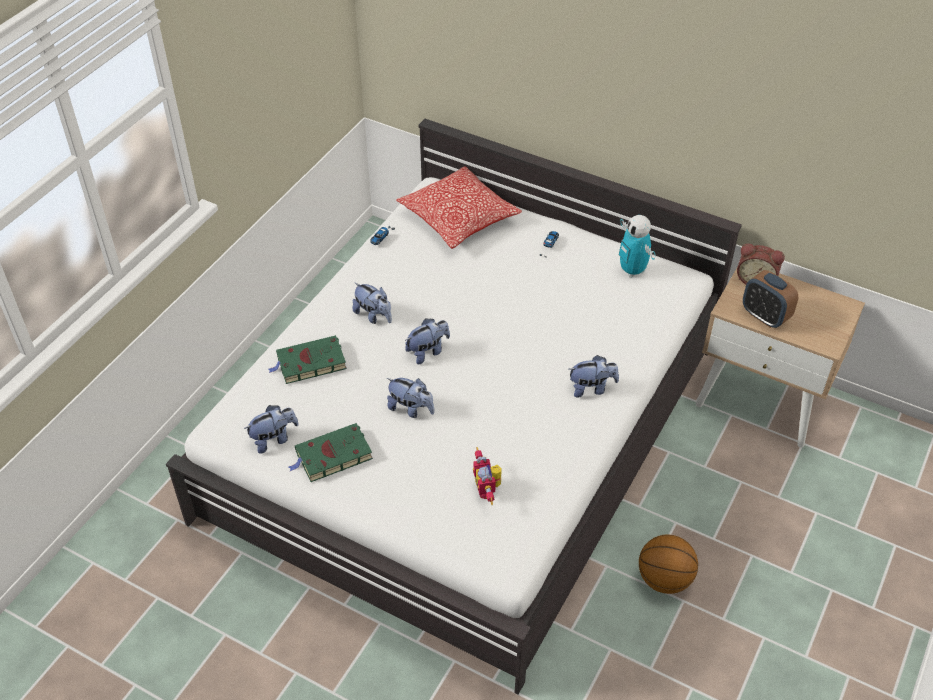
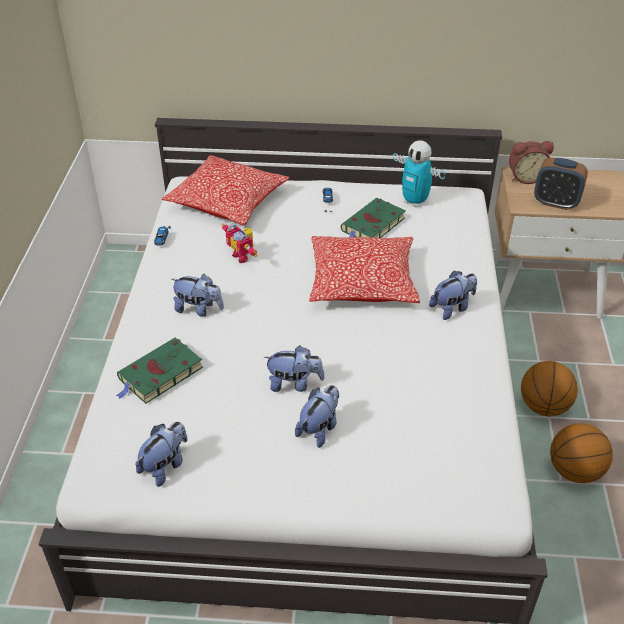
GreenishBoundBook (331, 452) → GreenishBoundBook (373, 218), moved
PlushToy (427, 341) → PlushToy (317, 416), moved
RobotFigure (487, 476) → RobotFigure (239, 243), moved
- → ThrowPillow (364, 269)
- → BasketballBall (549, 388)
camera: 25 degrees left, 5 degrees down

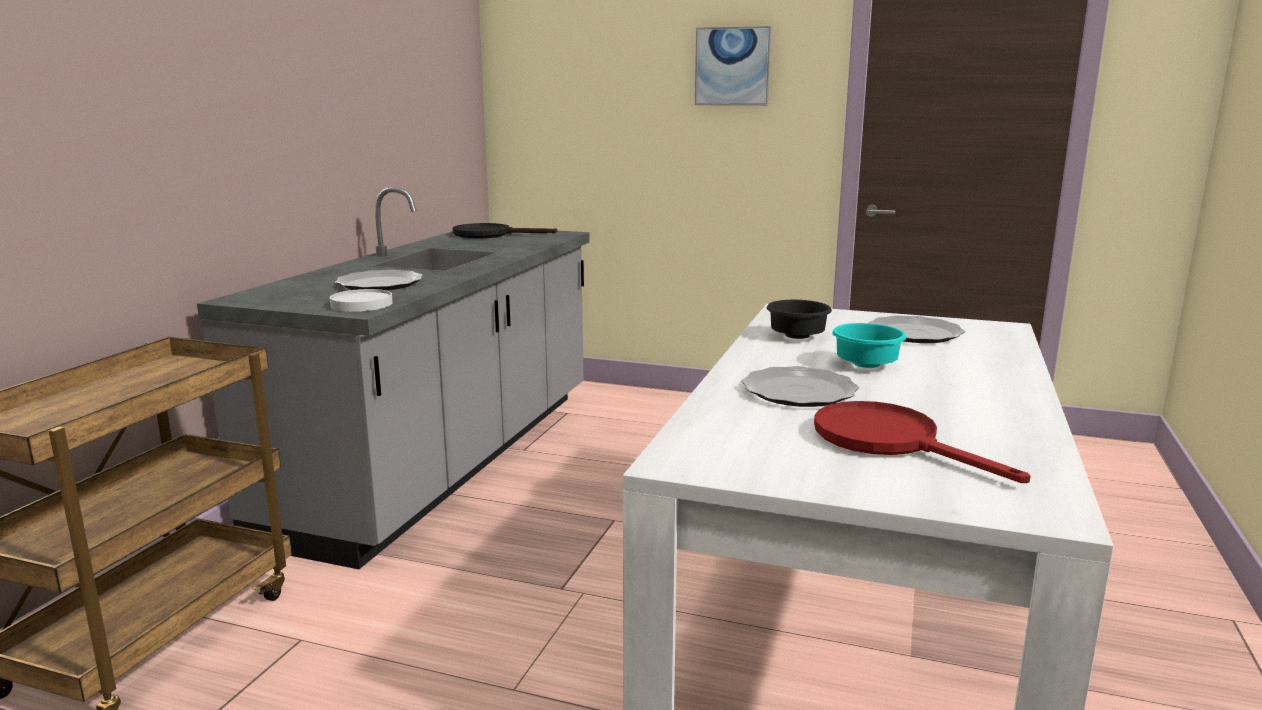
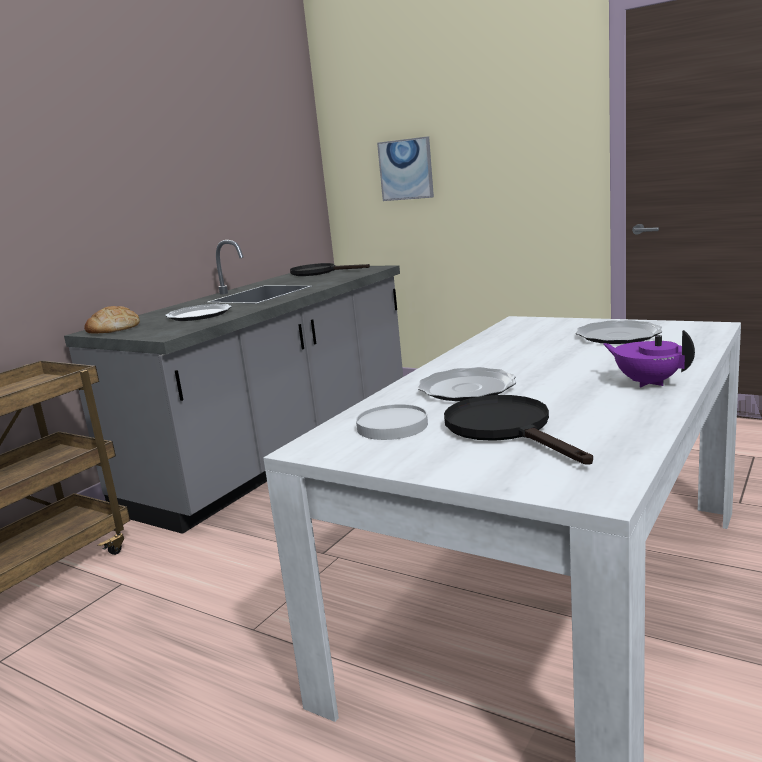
WhitePlate (361, 300) → WhitePlate (392, 422), moved
WallArt (733, 66) → WallArt (405, 168), moved
BlackDeepDish (799, 319) → -
RedSkillet (922, 442) → BlackSkillet (518, 430)
TurquoiseDeepDish (869, 345) → -
- → Bread (112, 319)
- → PurpleColouredTeaPot (649, 358)
camera: 15 degrees right, 0 degrees up

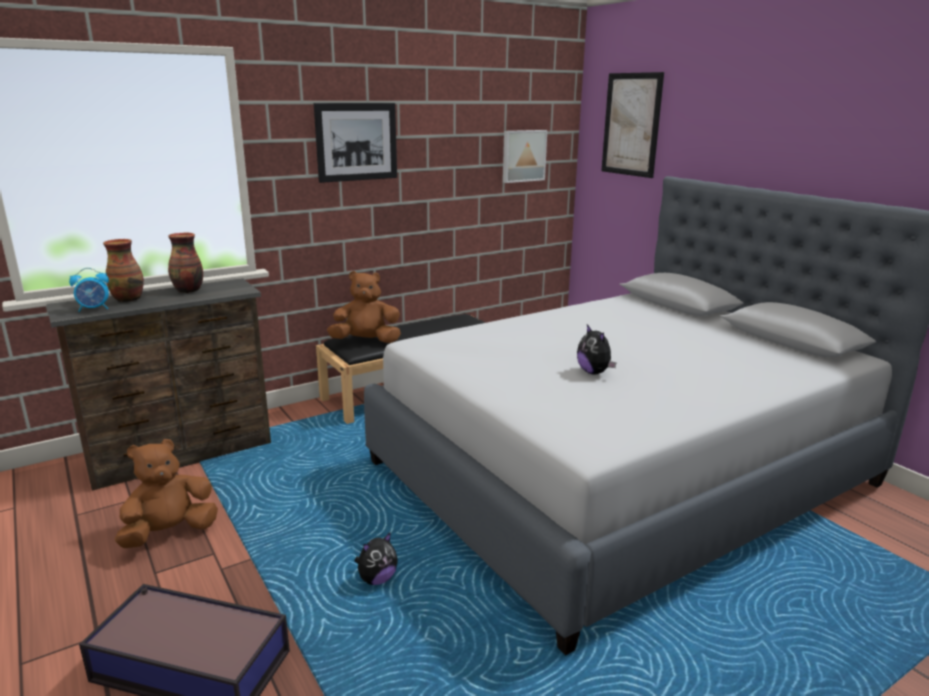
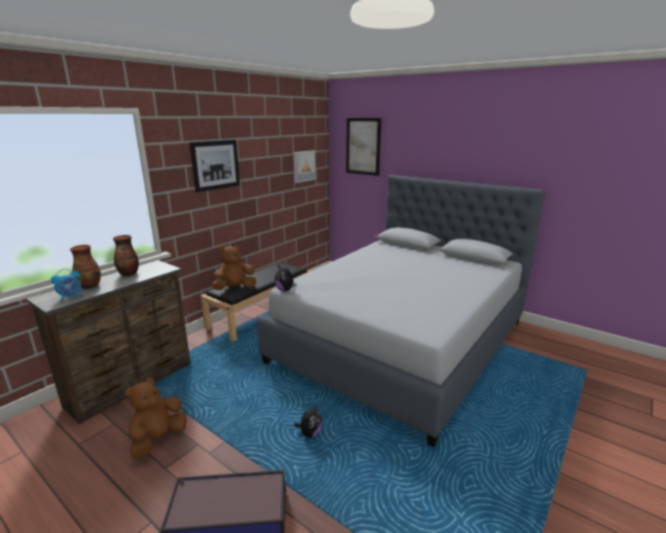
PlushToy (596, 349) → PlushToy (285, 278), moved
camera: 20 degrees left, 0 degrees up

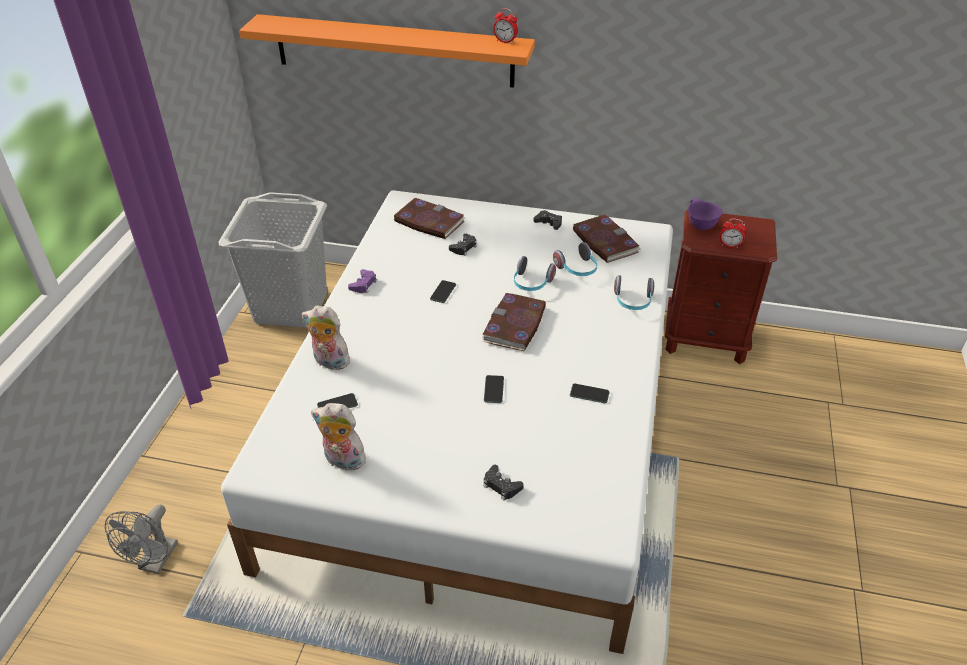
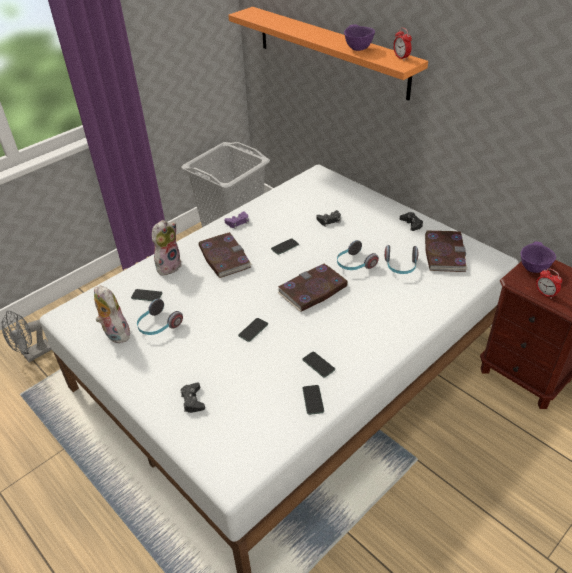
PlushToy (327, 337) → PlushToy (166, 247), 75 degrees clockwise
BoundBook (429, 218) → BoundBook (225, 255), moved
Headset (634, 292) → Headset (160, 317), moved
- → Telephone (313, 400)
- → PurpleColouredDeepDish (359, 37)
camera: 35 degrees right, 0 degrees up

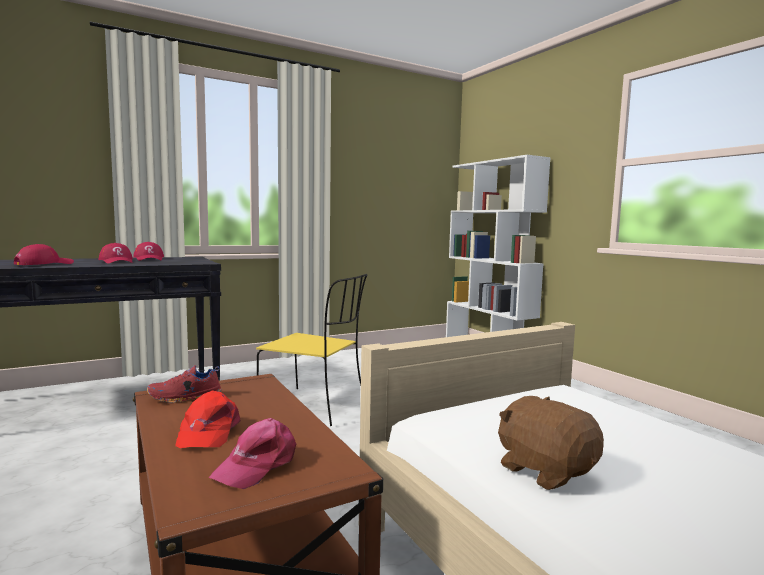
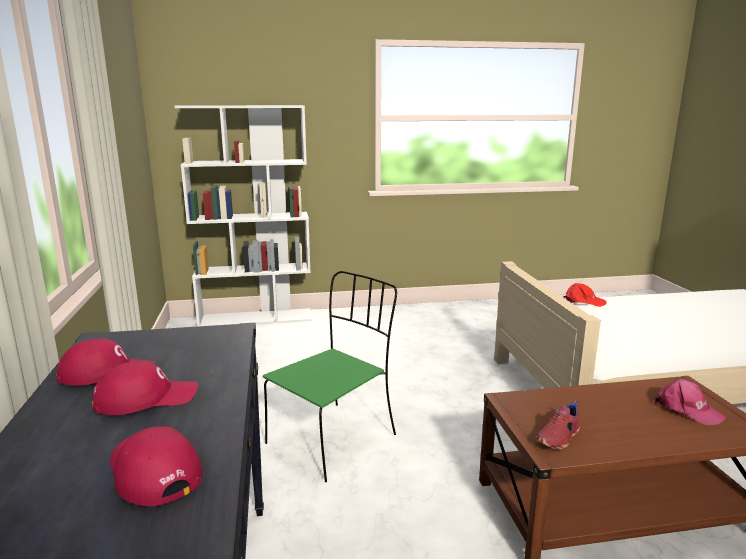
RedShoe (184, 384) → RedShoe (558, 424), 45 degrees clockwise
RedPeakedCap (208, 419) → RedPeakedCap (585, 295), moved
YellowishUprightChair (311, 350) → GreenishUprightChair (330, 376)
BrownPlushToy (551, 443) → -
camera: 70 degrees left, 10 degrees up

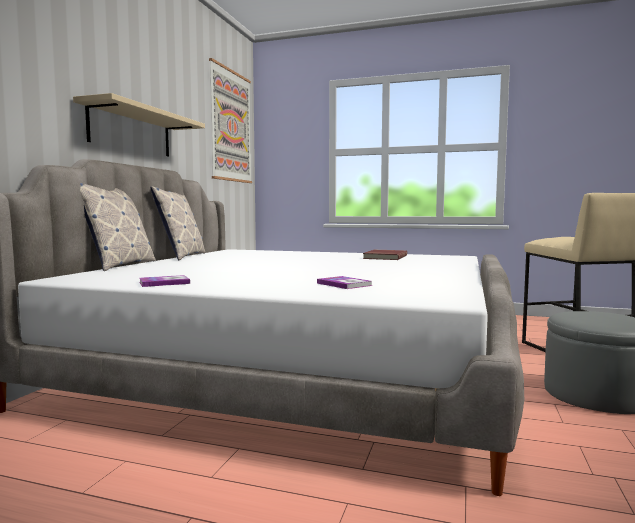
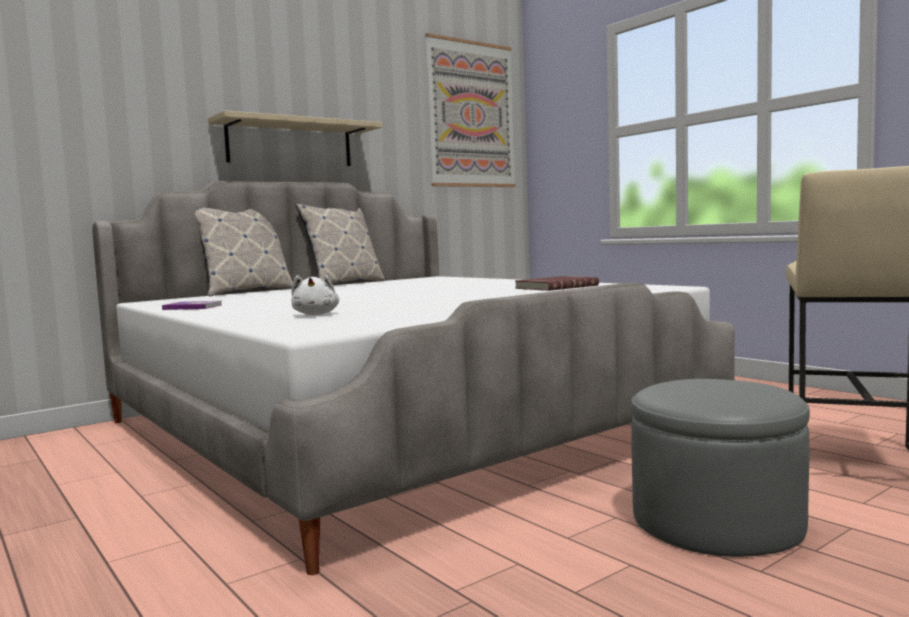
BoundBook (344, 282) → WhitePlushToy (315, 295)
camera: 35 degrees right, 0 degrees up

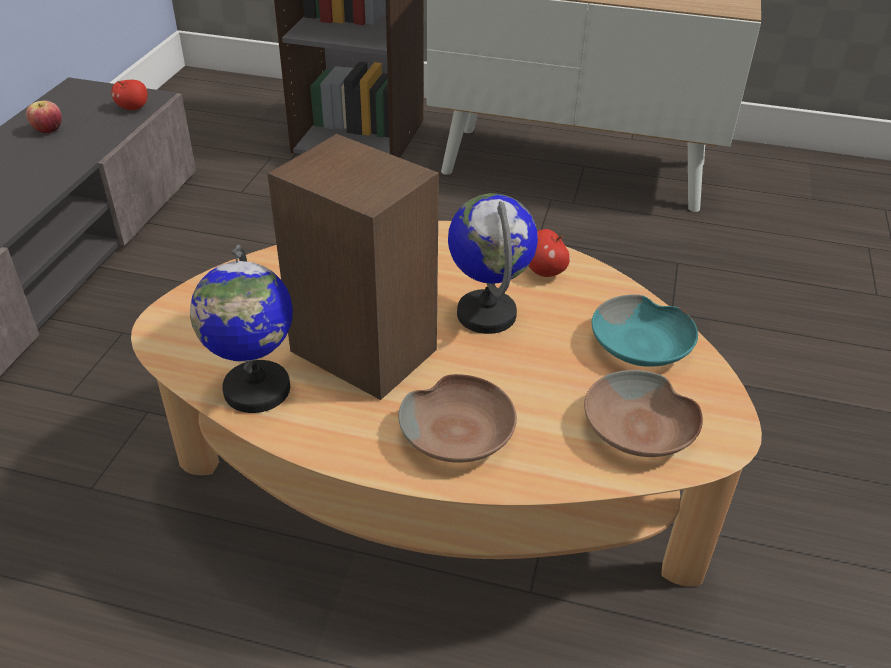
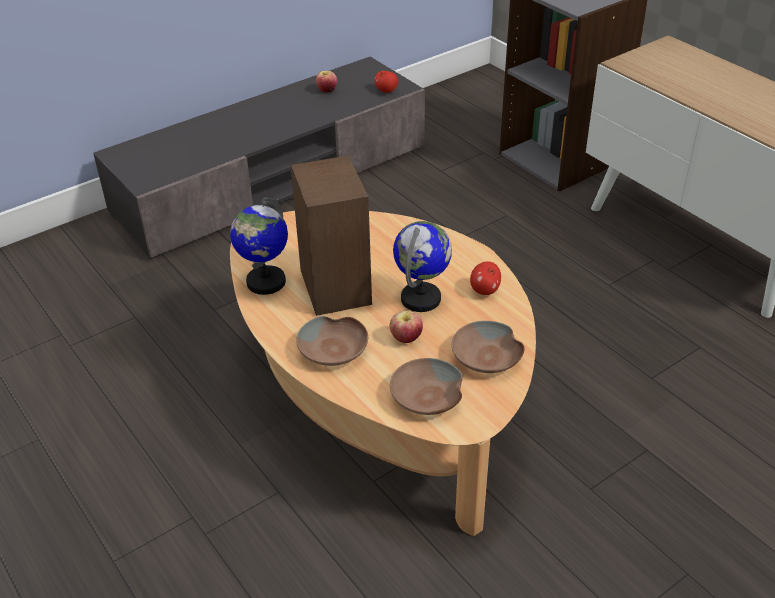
TurquoiseDeepDish (645, 330) → BrownDeepDish (488, 347)
- → WholeApple (406, 326)
camera: 40 degrees right, 0 degrees up

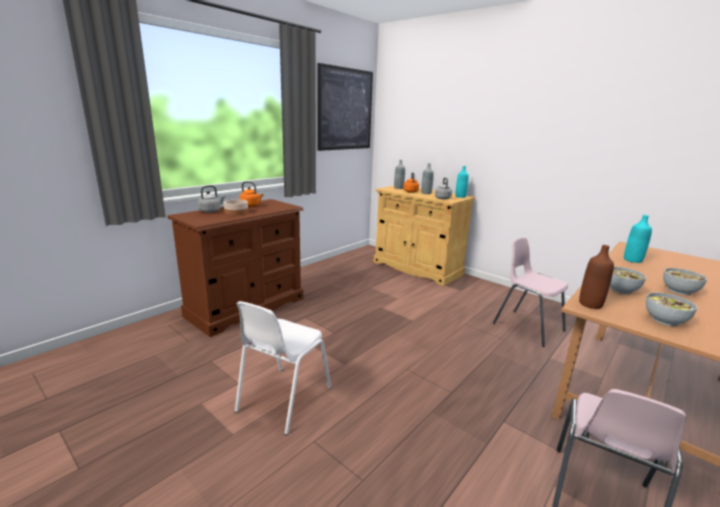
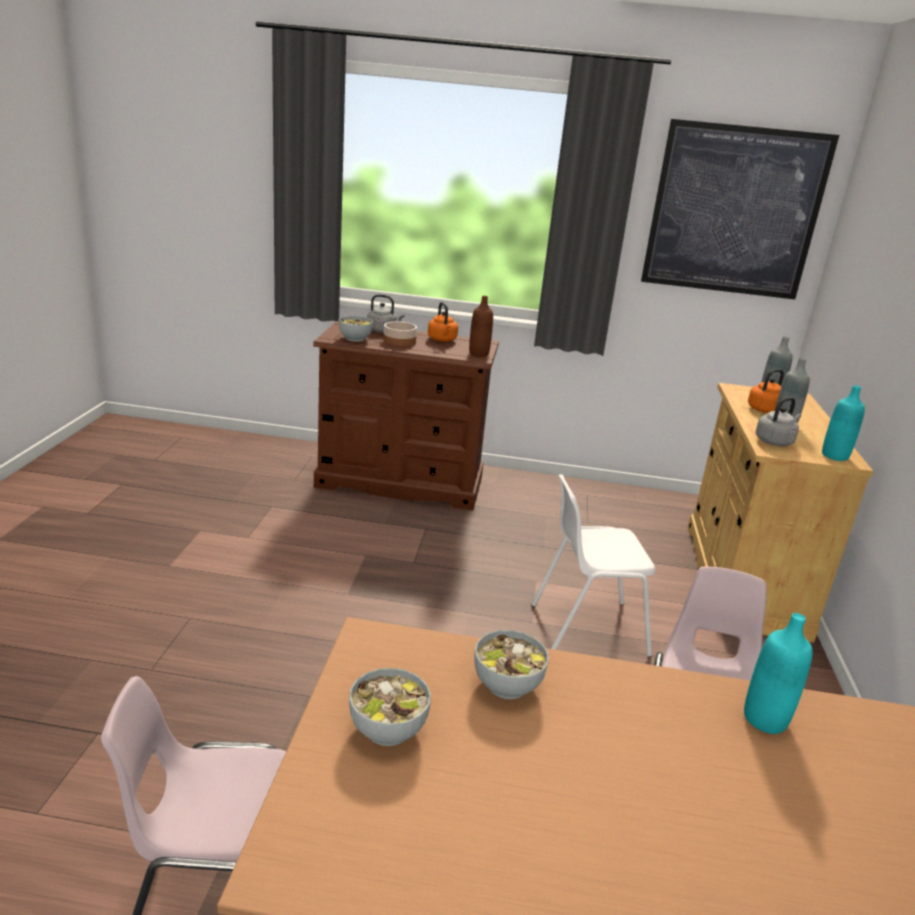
WhiteUprightChair (283, 368) → WhiteUprightChair (593, 565), moved
BrownBottle (596, 277) → BrownBottle (481, 326), moved
DeepDish (685, 281) → DeepDish (356, 329), moved
camera: 55 degrees right, 5 degrees up

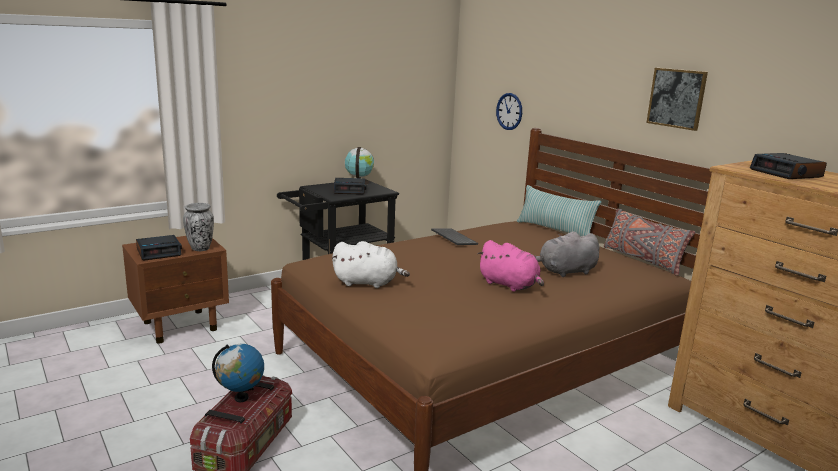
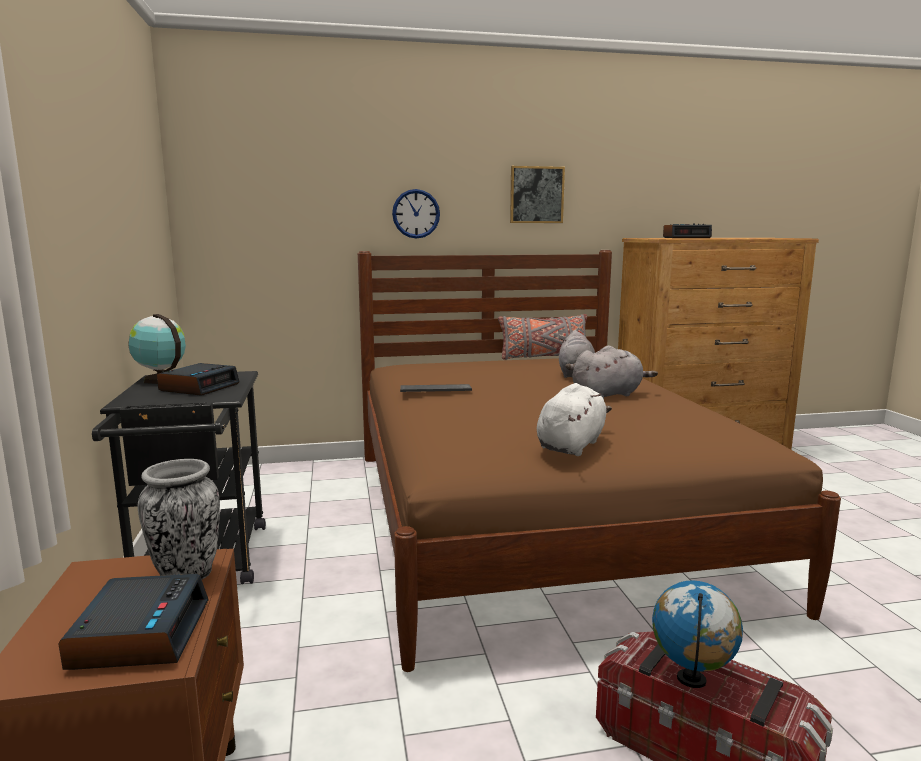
PinkPlushToy (510, 266) → GrayPlushToy (615, 372)
HangingClock (509, 111) → HangingClock (416, 214), moved
ThrowPillow (559, 210) → -
camera: 65 degrees left, 5 degrees down

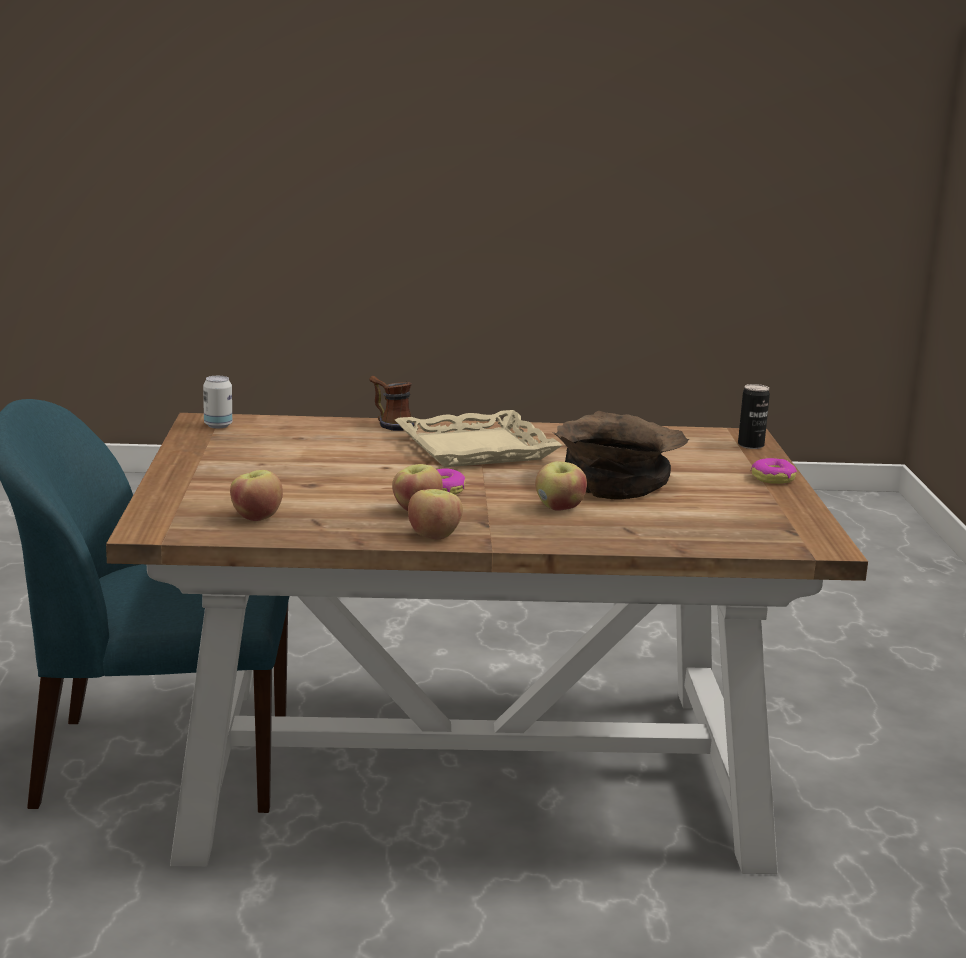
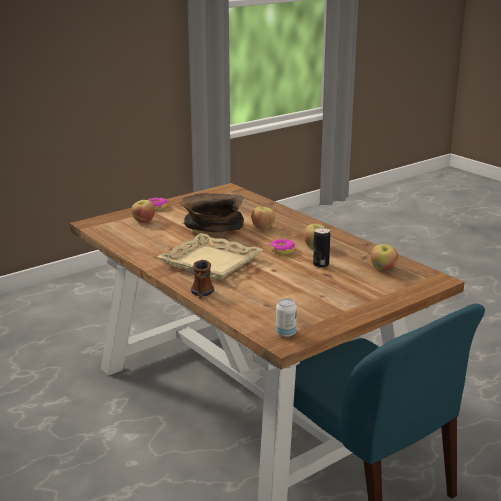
WholeApple (435, 514) → WholeApple (143, 211), moved
Can (754, 416) → Can (321, 247), moved
camera: 125 degrees left, 5 degrees up

